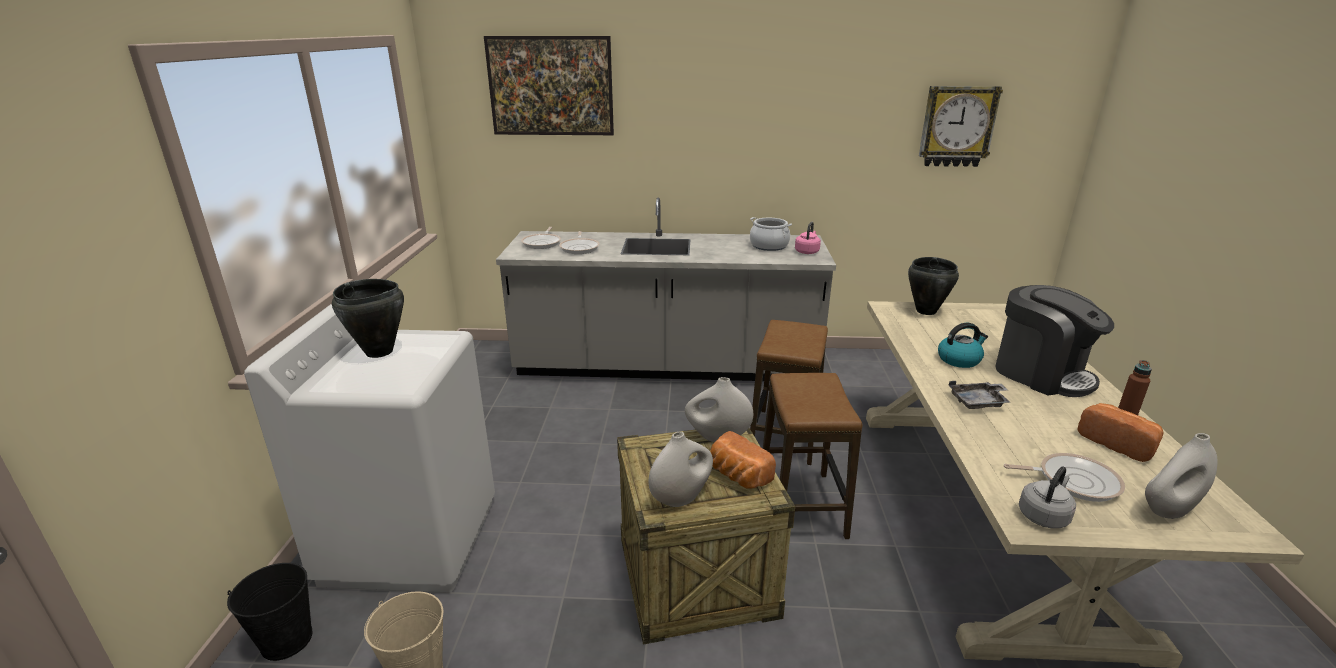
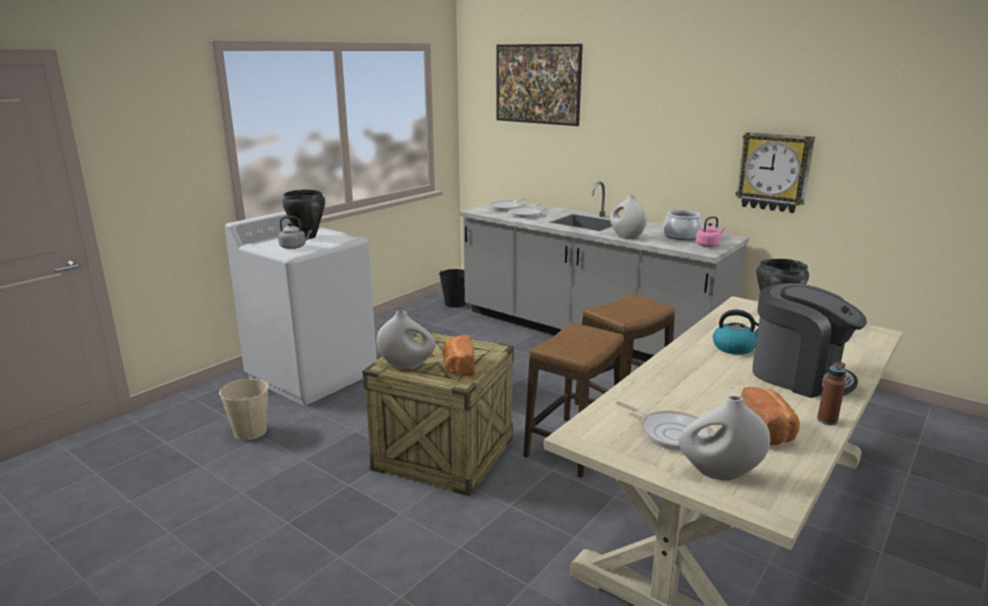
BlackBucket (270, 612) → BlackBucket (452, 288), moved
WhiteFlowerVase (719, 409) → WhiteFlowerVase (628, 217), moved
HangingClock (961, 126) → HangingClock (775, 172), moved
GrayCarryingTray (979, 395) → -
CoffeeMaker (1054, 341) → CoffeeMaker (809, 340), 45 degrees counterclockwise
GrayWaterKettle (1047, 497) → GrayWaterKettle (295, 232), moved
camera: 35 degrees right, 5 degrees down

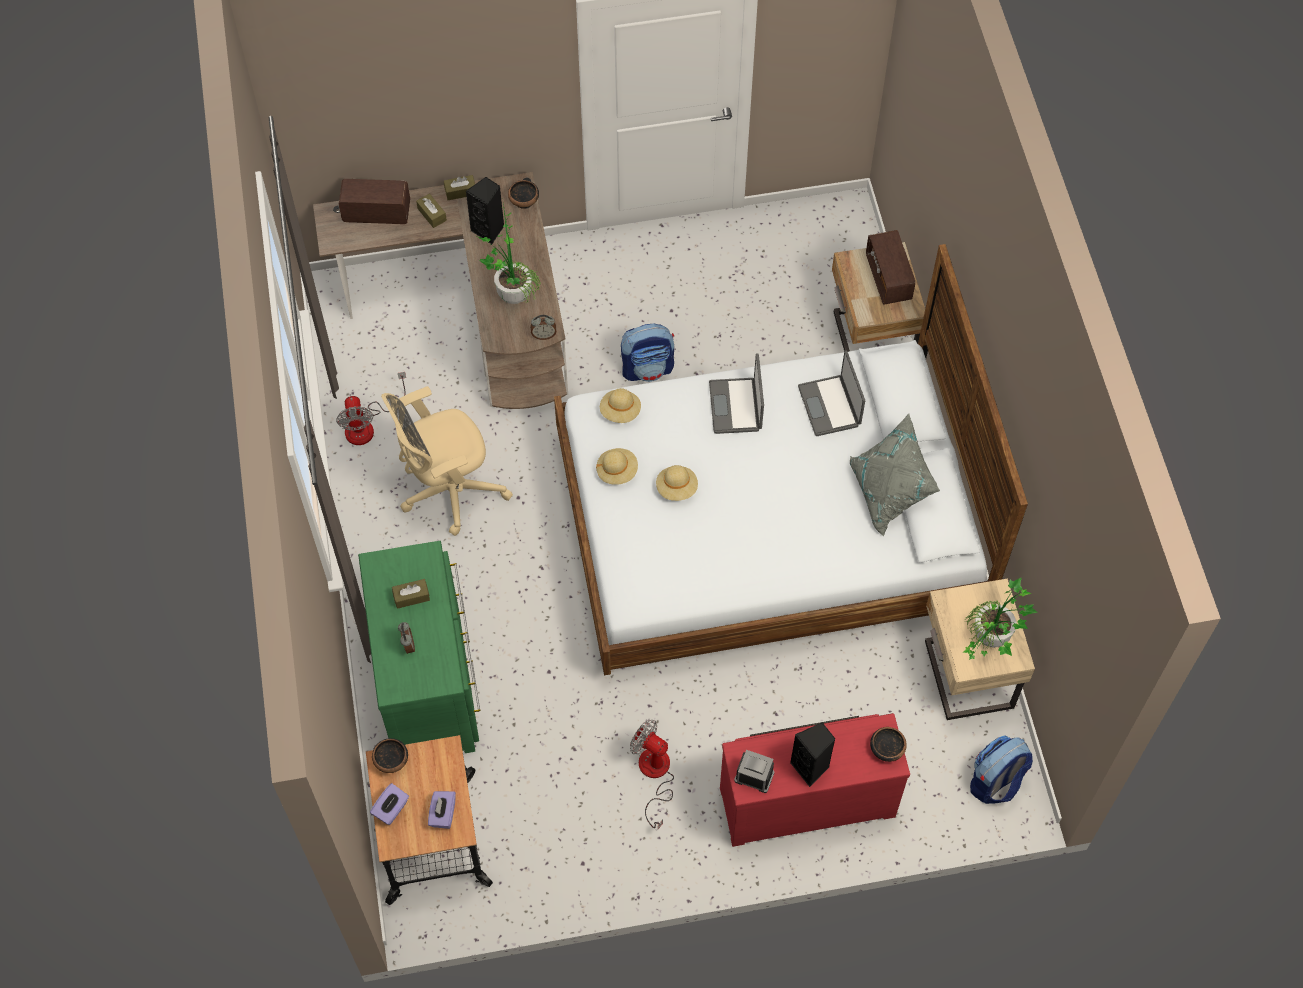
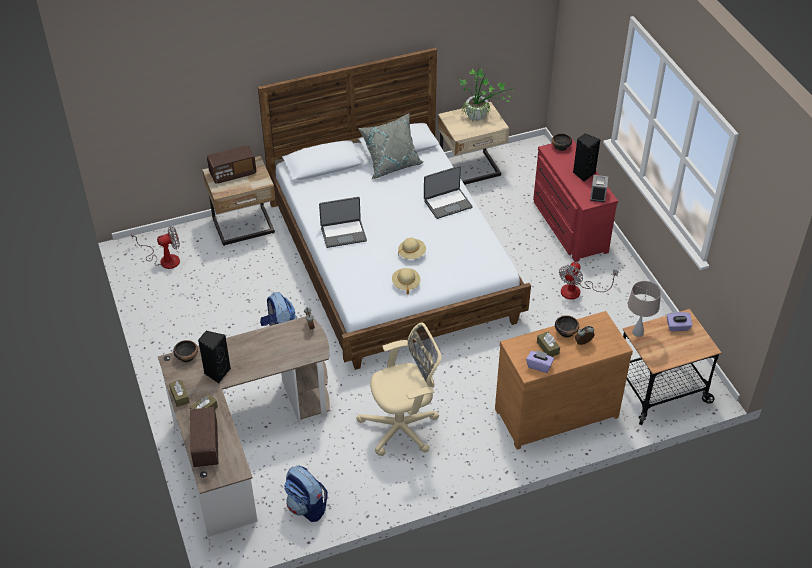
Fan (371, 408) → Fan (155, 247), moved
GreenishDresser (419, 647) → BrownDresser (564, 380)
PurpleColouredTissueBox (389, 804) → PurpleColouredTissueBox (540, 361), moved
DeepDish (390, 755) → DeepDish (567, 326), moved
BeigeColouredOfficeChair (447, 461) → BeigeColouredOfficeChair (399, 389), 75 degrees counterclockwise
PlantInAPot (509, 253) → -
BeigeColouredClothingHat (620, 405) → -
PortableComputer (831, 393) → PortableComputer (448, 192), moved
Backpack (1001, 769) → Backpack (306, 493), moved
- → BeigeColouredTableLamp (644, 309)
camera: 100 degrees left, 15 degrees down

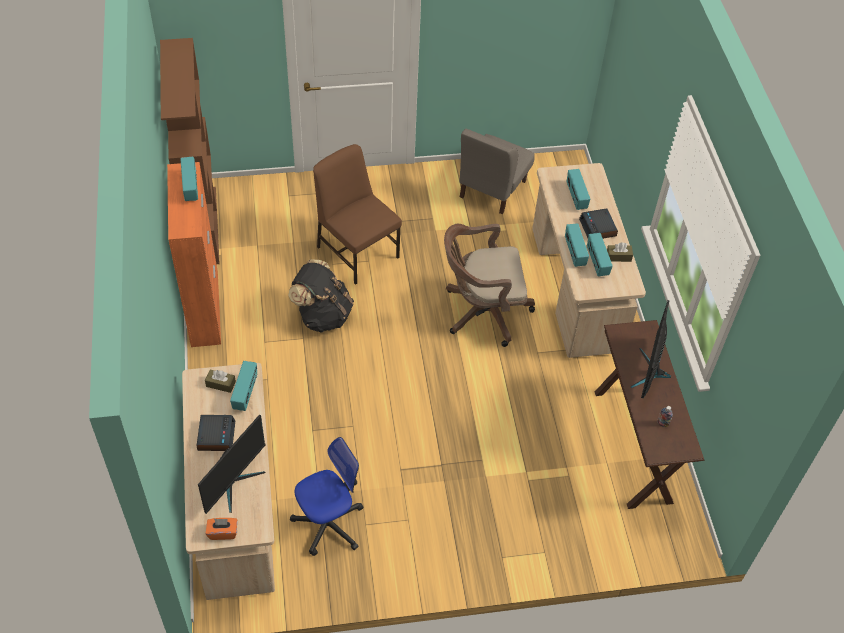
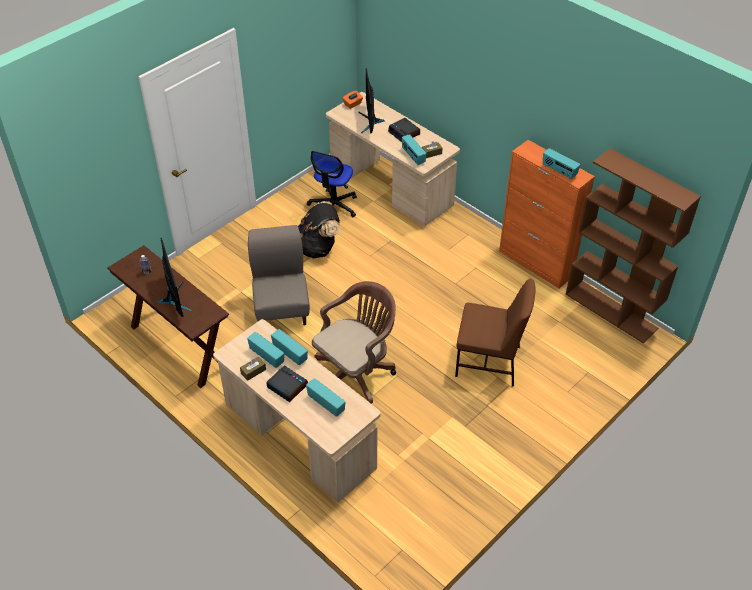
BlackBackpack (321, 296) → BlackBackpack (319, 229), moved
GrayUprightChair (497, 171) → GrayUprightChair (279, 275), moved
camera: 145 degrees right, 5 degrees down

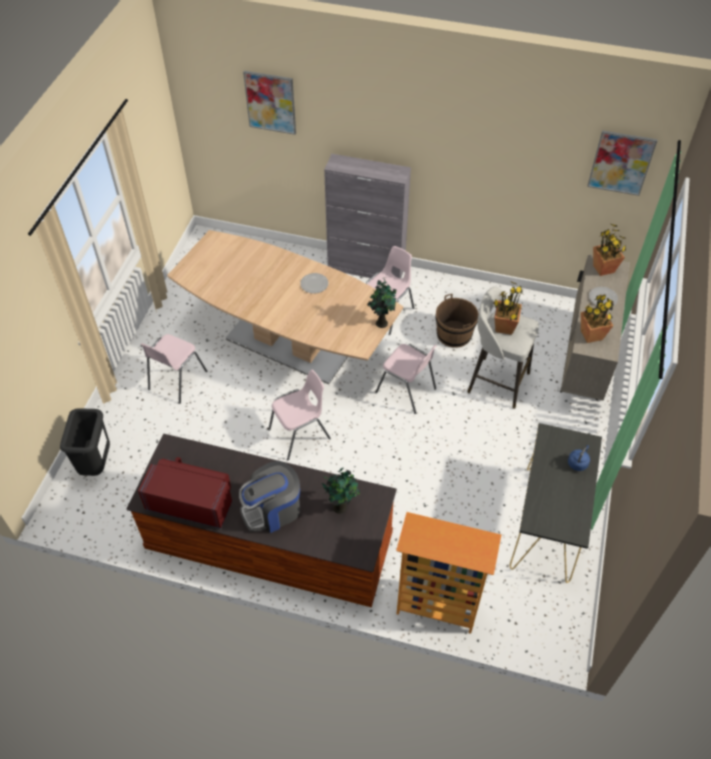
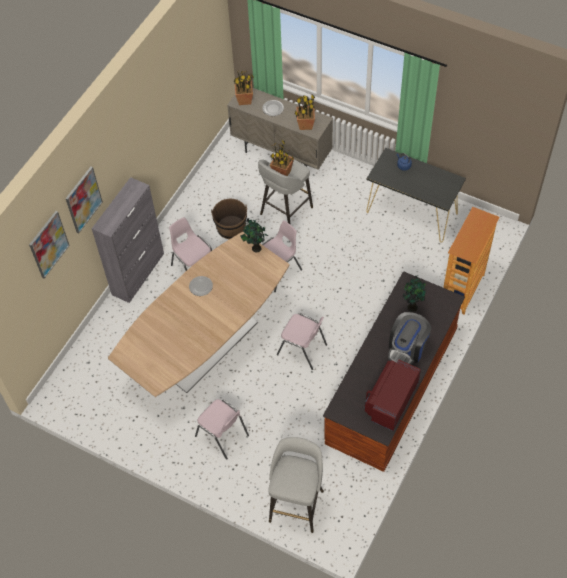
BlackRubbishBin (85, 442) → GrayStool (296, 485)
CoffeeMaker (269, 497) → CoffeeMaker (409, 338), 45 degrees clockwise
PinkUprightChair (299, 415) → PinkUprightChair (302, 342), 135 degrees clockwise
WallArt (622, 163) → WallArt (84, 200), moved
camera: 75 degrees left, 5 degrees up

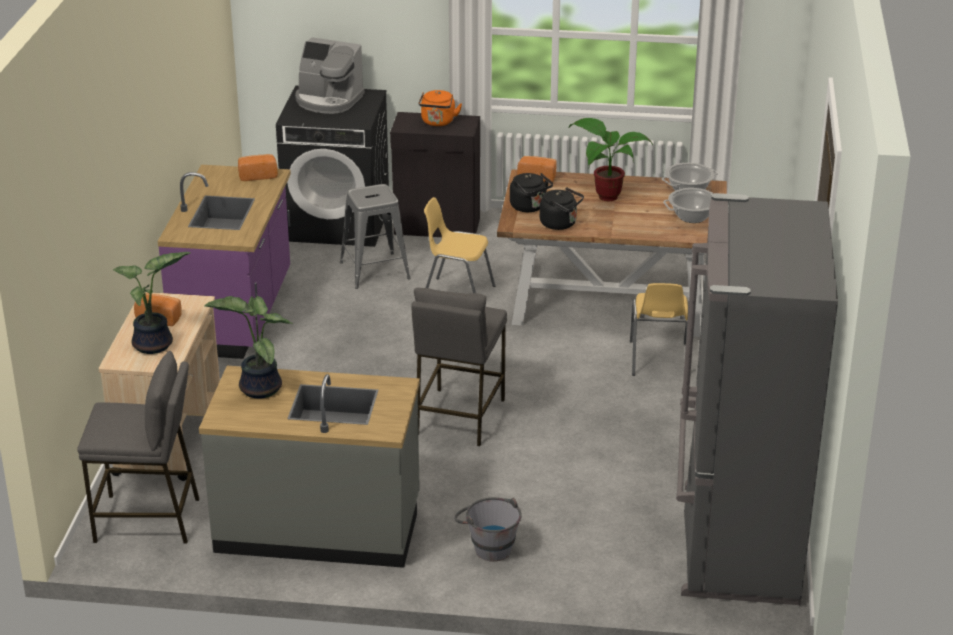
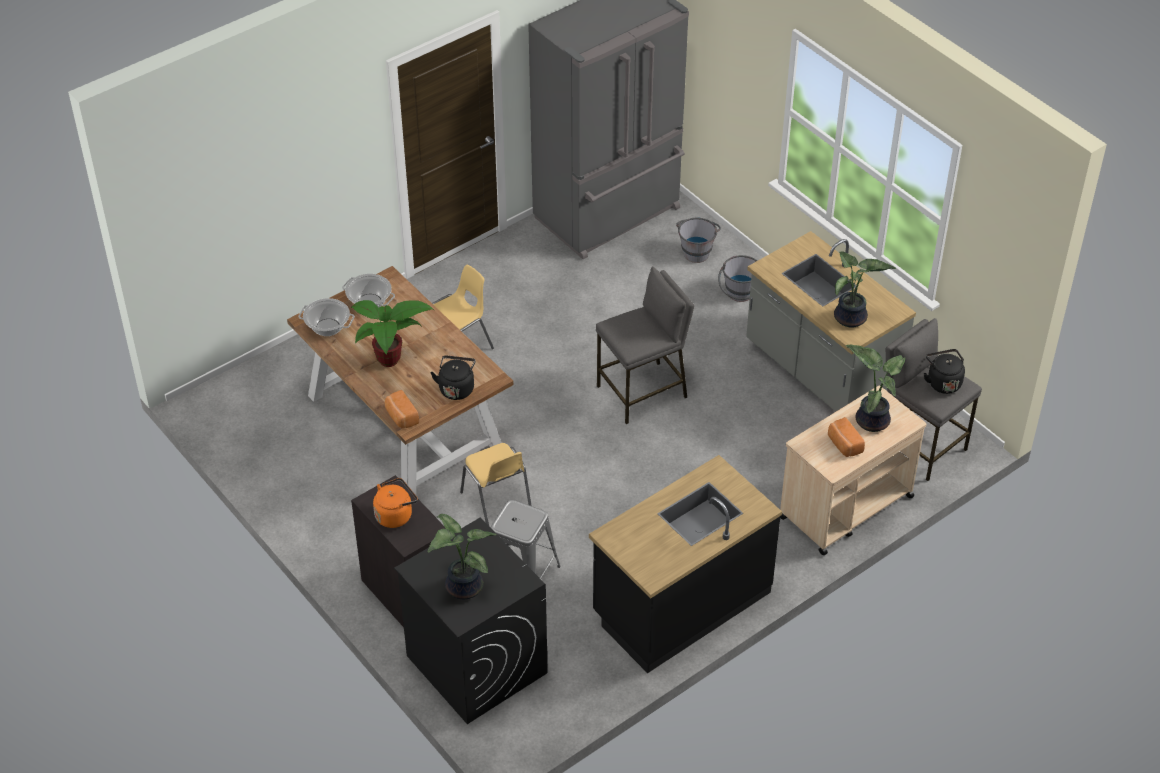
PurpleColouredKitchenBaseUnit (224, 262) → BlackKitchenBaseUnit (685, 564)
Bread (258, 167) → -
CoffeeMaker (330, 76) → PlantInAPot (462, 556)
BlackWaterKettle (562, 208) → BlackWaterKettle (944, 371), moved
- → GrayBucket (698, 240)
camera: 135 degrees left, 15 degrees up

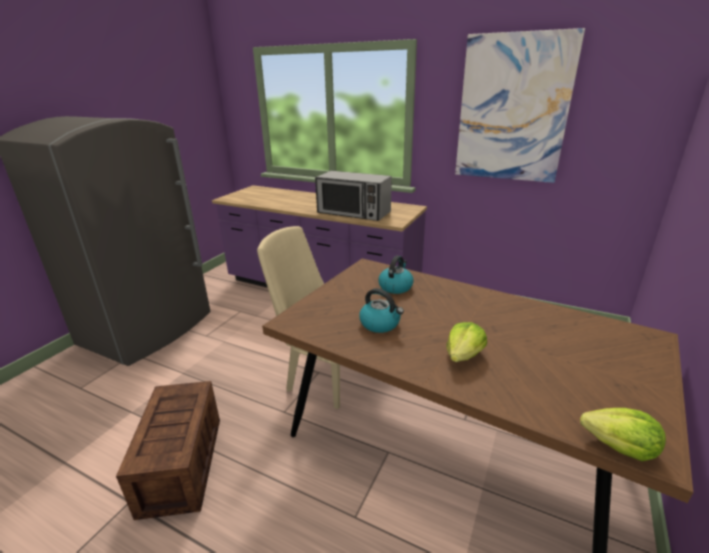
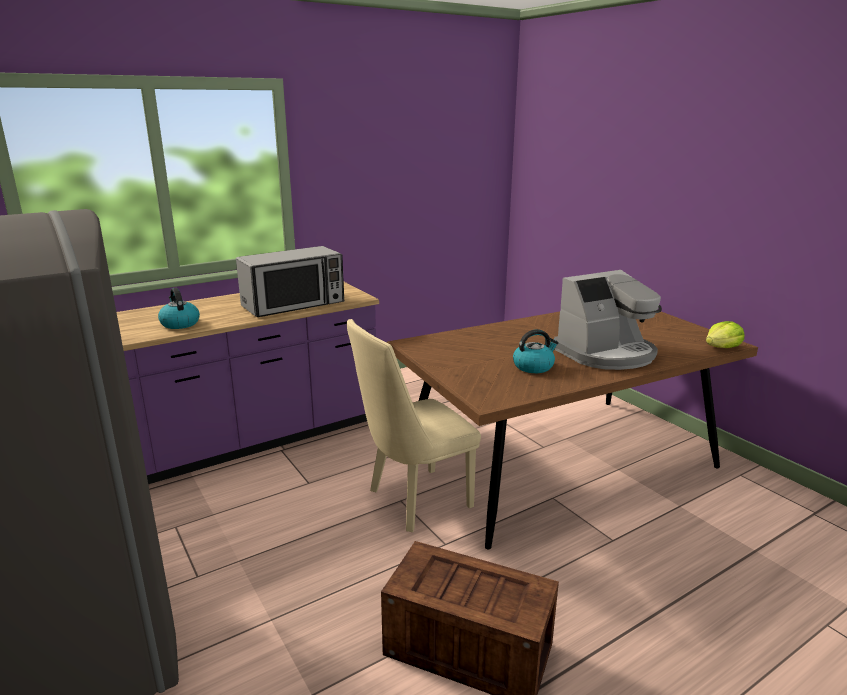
WaterKettle (396, 275) → WaterKettle (179, 308), moved
Lettuce (466, 342) → CoffeeMaker (608, 320)
WallArt (520, 105) → -
camera: 60 degrees left, 5 degrees down

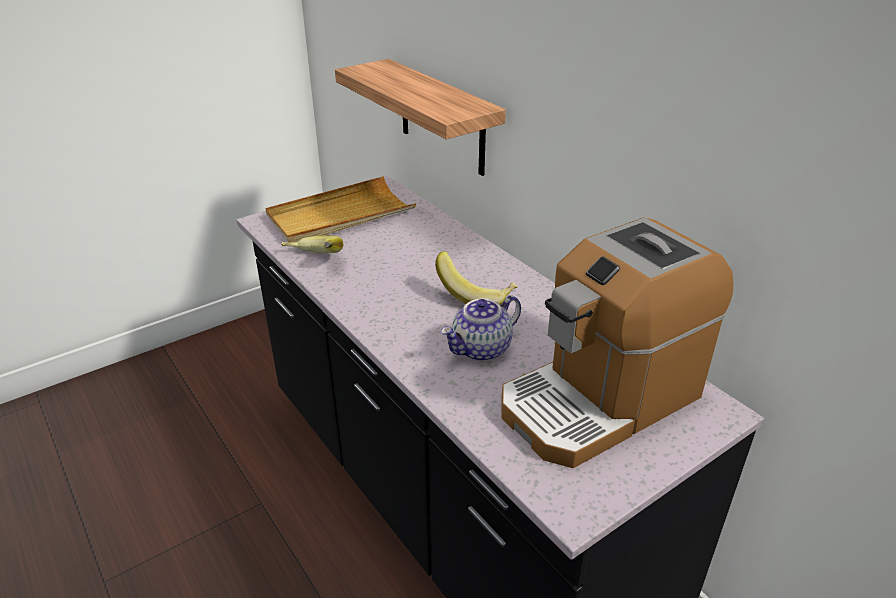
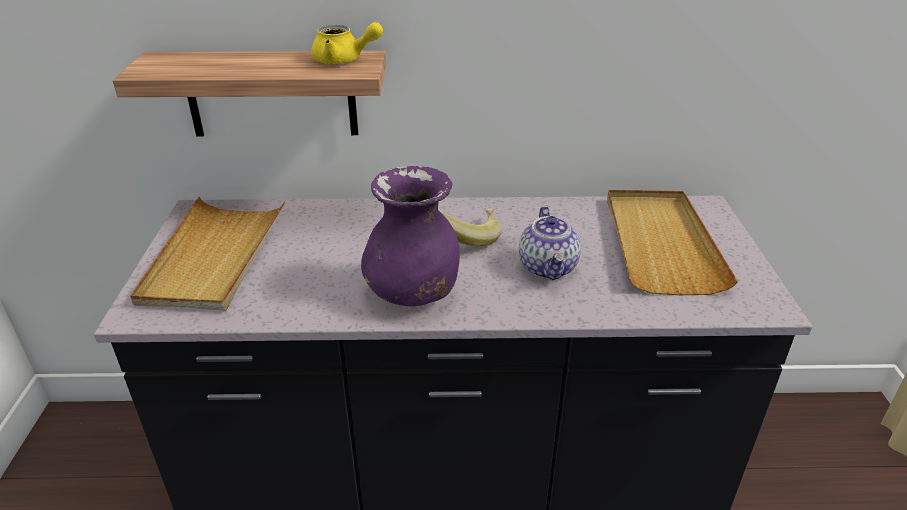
BananaFruit (312, 244) → -
CoffeeMaker (617, 342) → BeigeColouredCarryingTray (672, 242)
- → YellowishTeaPot (347, 43)
- → PurpleColouredFlowerVase (410, 236)
camera: 55 degrees left, 0 degrees up

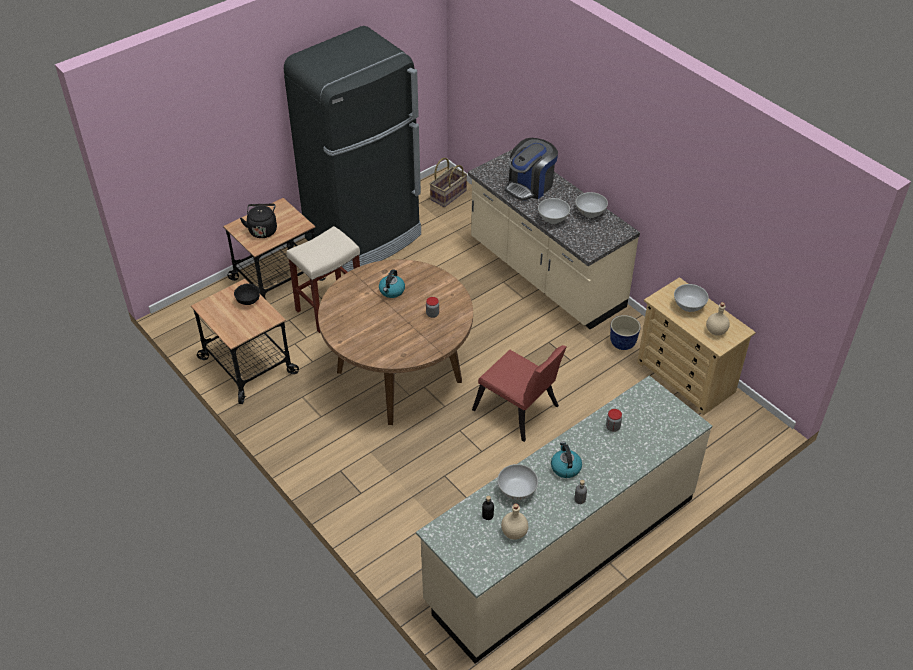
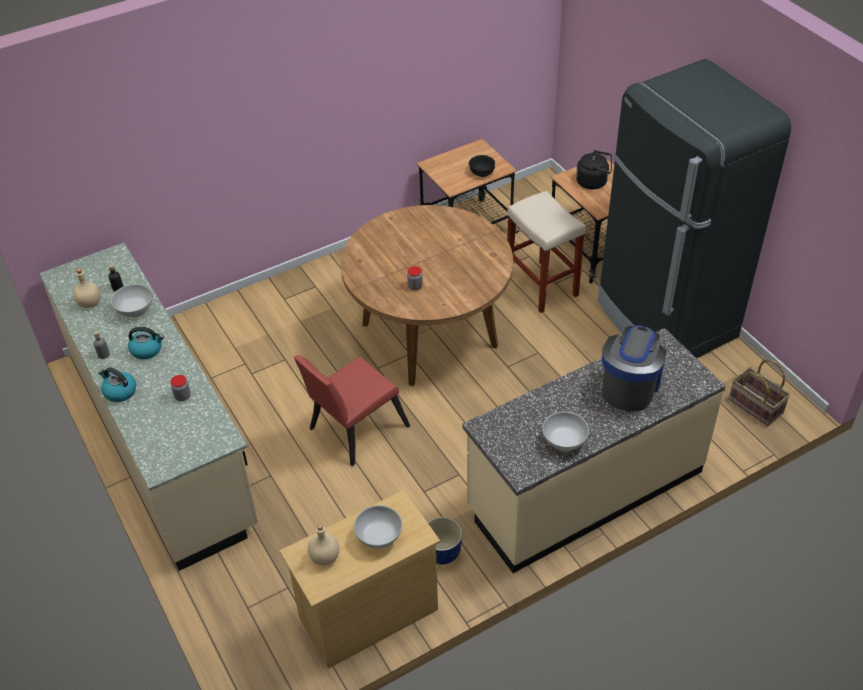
WaterKettle (392, 283) → WaterKettle (117, 385), moved
CoffeeMaker (531, 169) → CoffeeMaker (634, 368), 60 degrees clockwise
WhiteDeepDish (554, 211) → -
camera: 100 degrees right, 0 degrees up

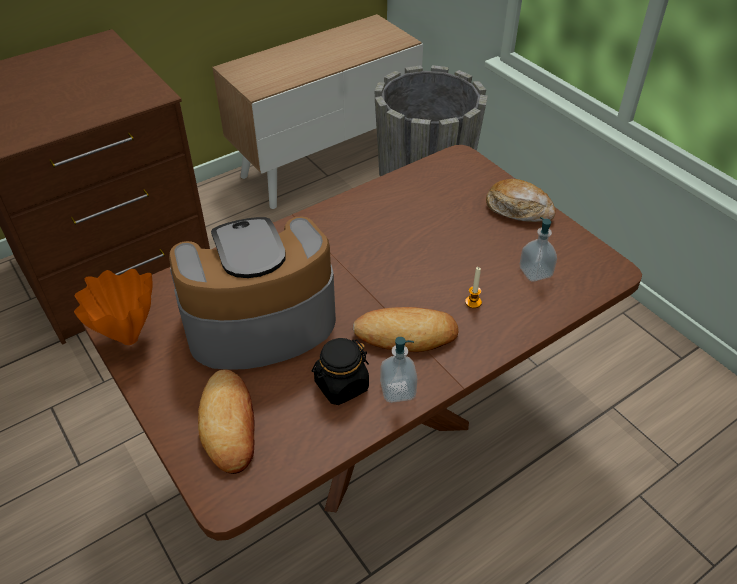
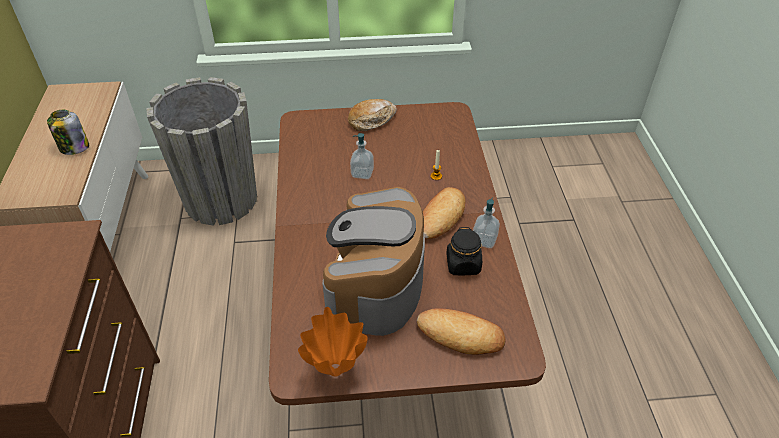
LiquidSoapBottle (538, 249) → LiquidSoapBottle (362, 156), moved
- → Jar (68, 132)
camera: 60 degrees left, 0 degrees up

